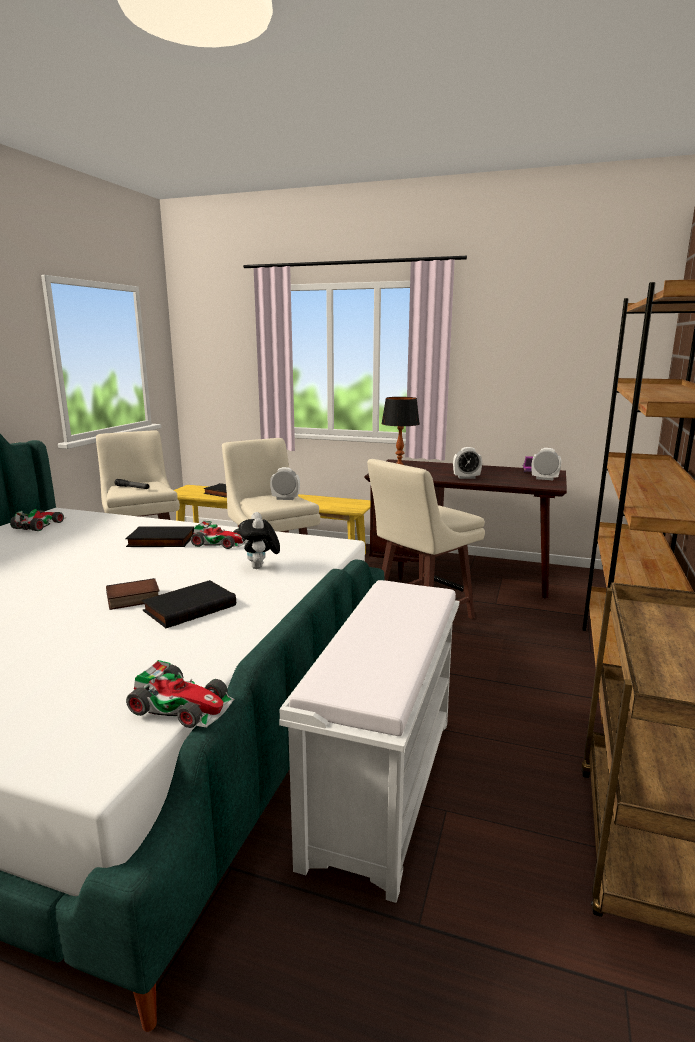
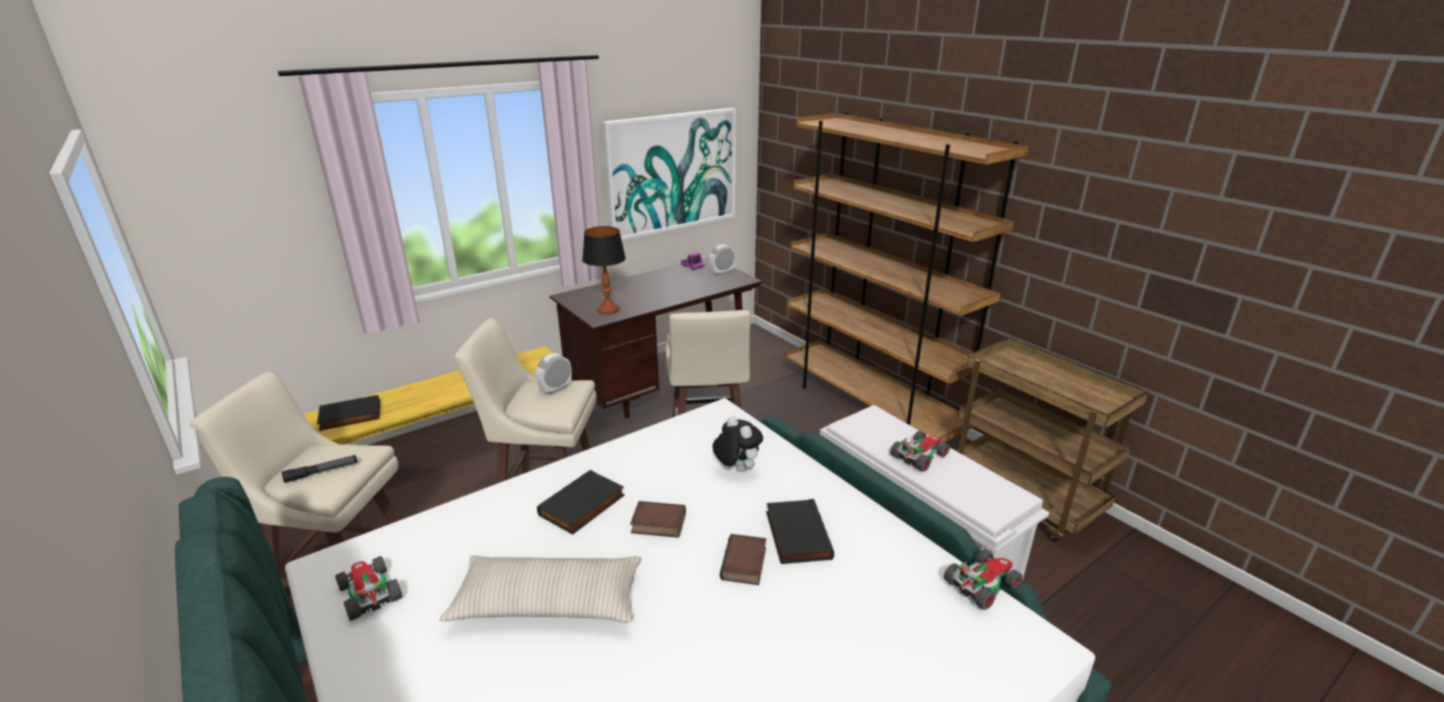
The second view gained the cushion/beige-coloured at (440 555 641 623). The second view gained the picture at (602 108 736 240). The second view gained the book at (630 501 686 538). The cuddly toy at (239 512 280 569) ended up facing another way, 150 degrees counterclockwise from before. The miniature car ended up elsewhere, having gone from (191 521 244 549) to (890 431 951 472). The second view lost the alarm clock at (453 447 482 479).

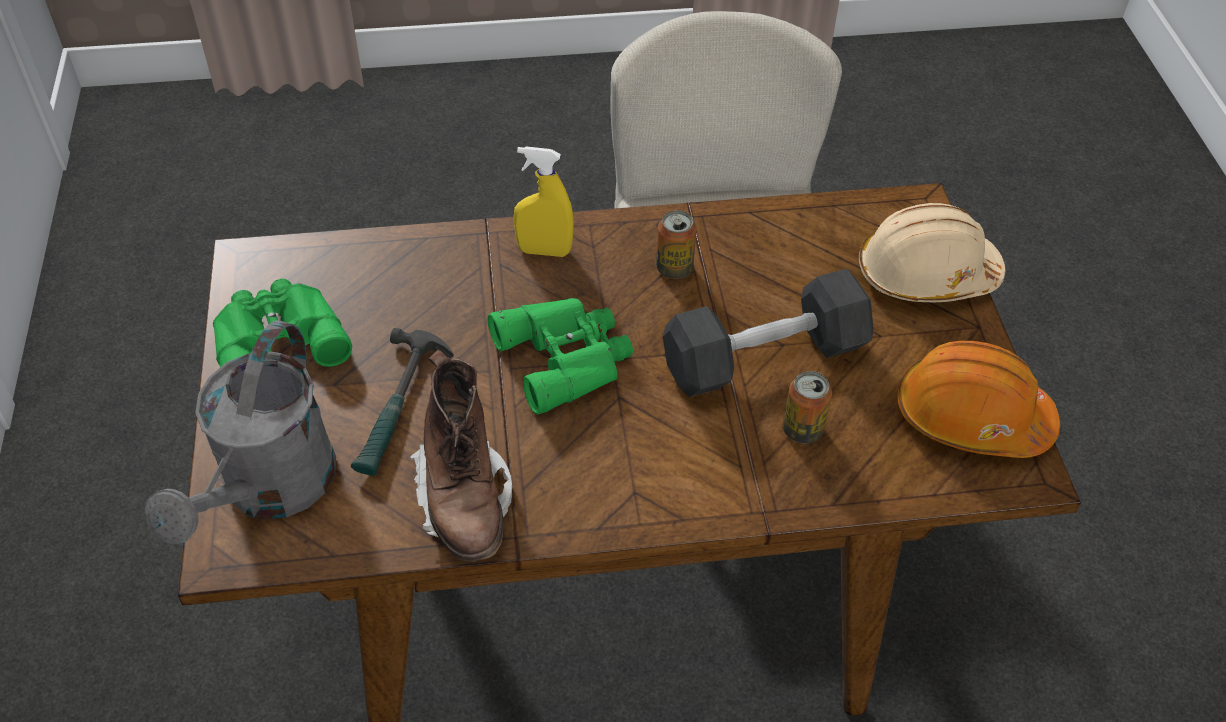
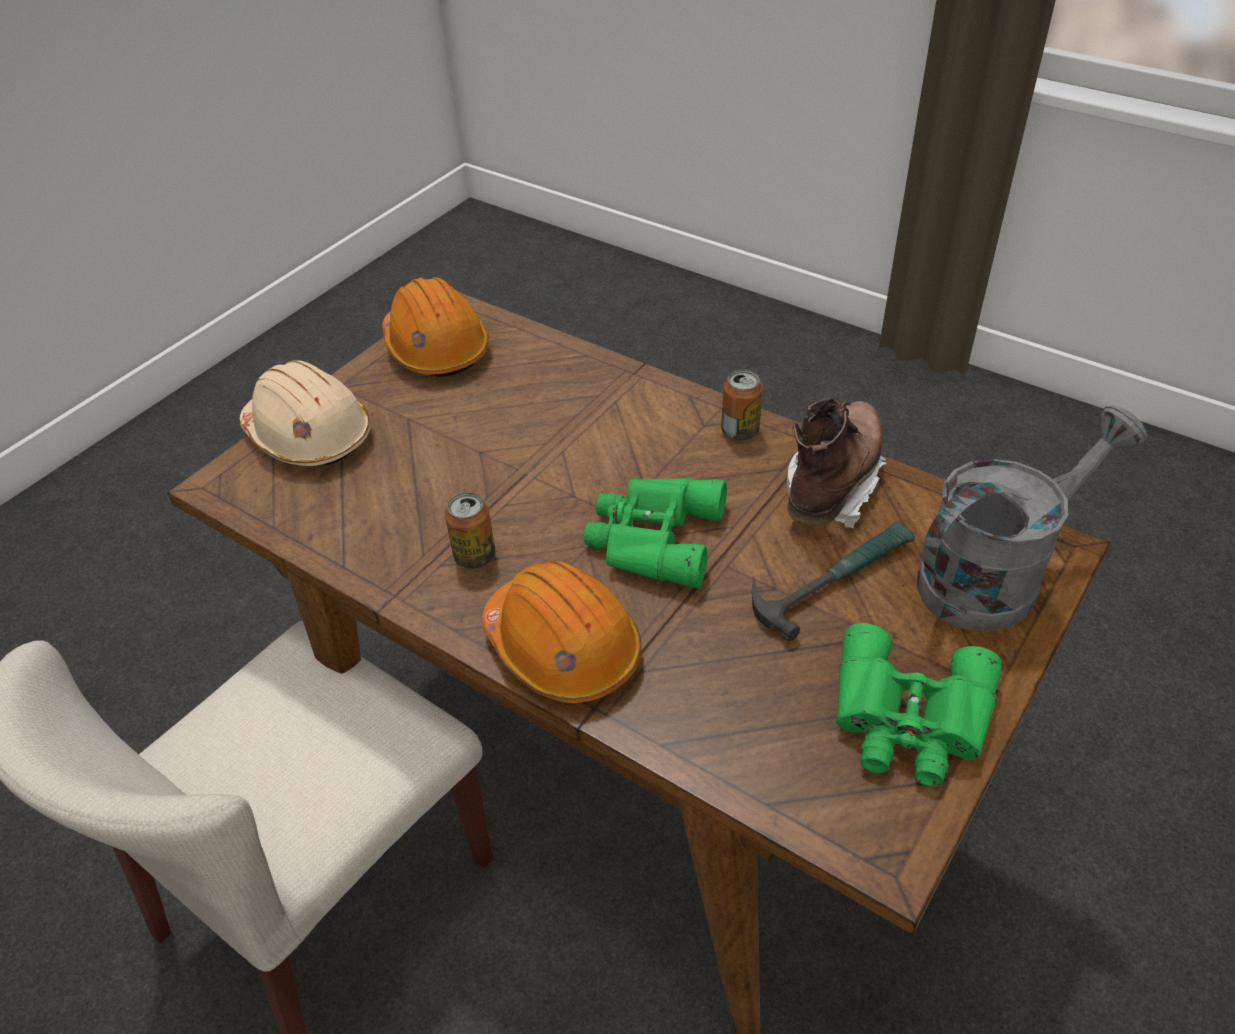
Where the hand sprayer/yellow-coloured stood at (513 146 573 257), the work helmet/orangey came to stand at (482 561 642 703). The can ended up elsewhere, having gone from (783 371 832 443) to (721 369 763 440). The second view lost the dumbbell/gray at (663 269 873 397).

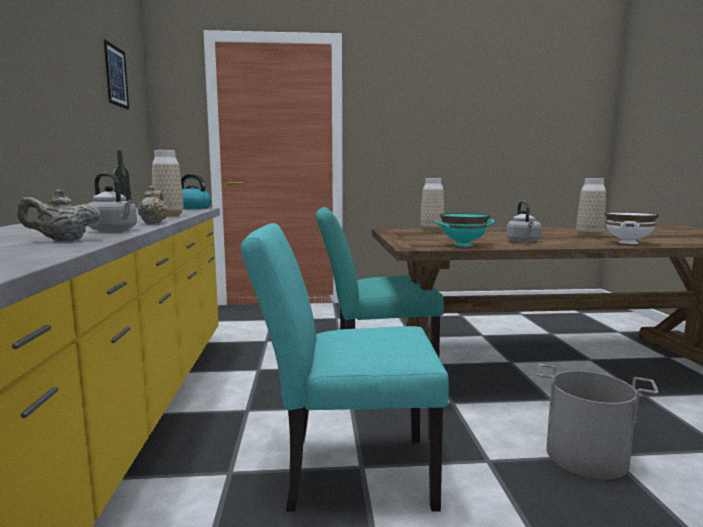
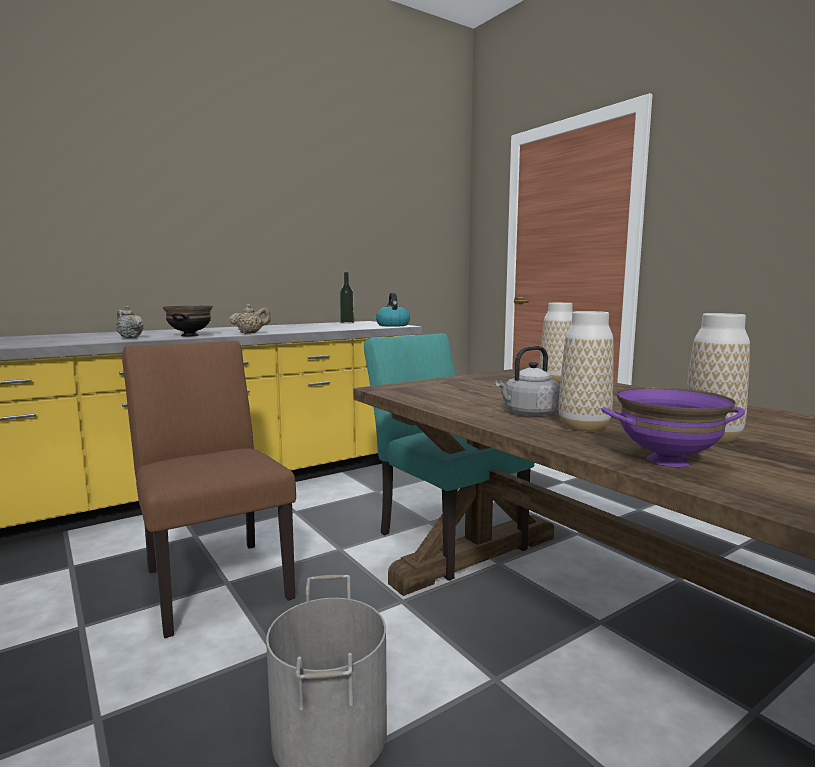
What was the chair/turquoise-coloured at (241 223 449 512) turned into the chair/brown-coloured at (122 341 296 638). Where the water kettle/gray stood at (88 173 137 232), the serving bowl/blackish came to stand at (163 306 213 336). The decorative vase ended up elsewhere, having gone from (152 150 183 217) to (559 311 614 432). What was the serving bowl/white-coloured at (605 212 659 244) turned into the serving bowl/purple-coloured at (601 387 745 467). The second view lost the picture at (104 39 129 109). The second view lost the serving bowl/turquoise-coloured at (434 213 495 247).

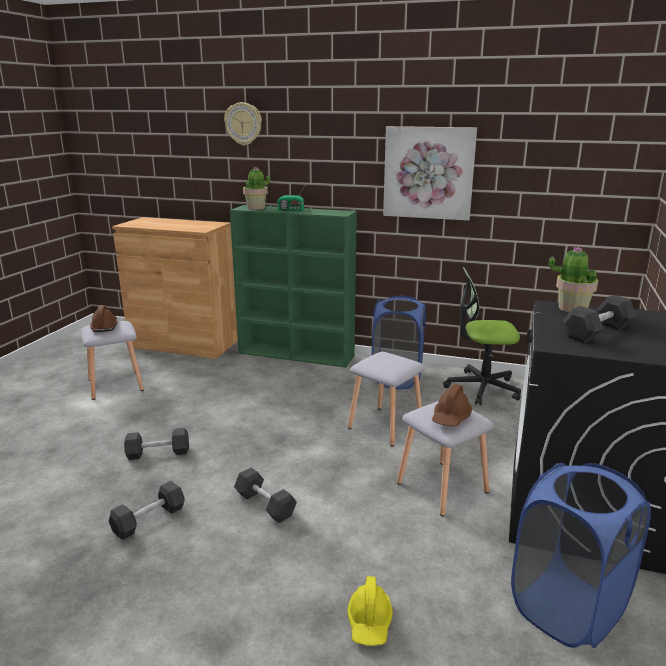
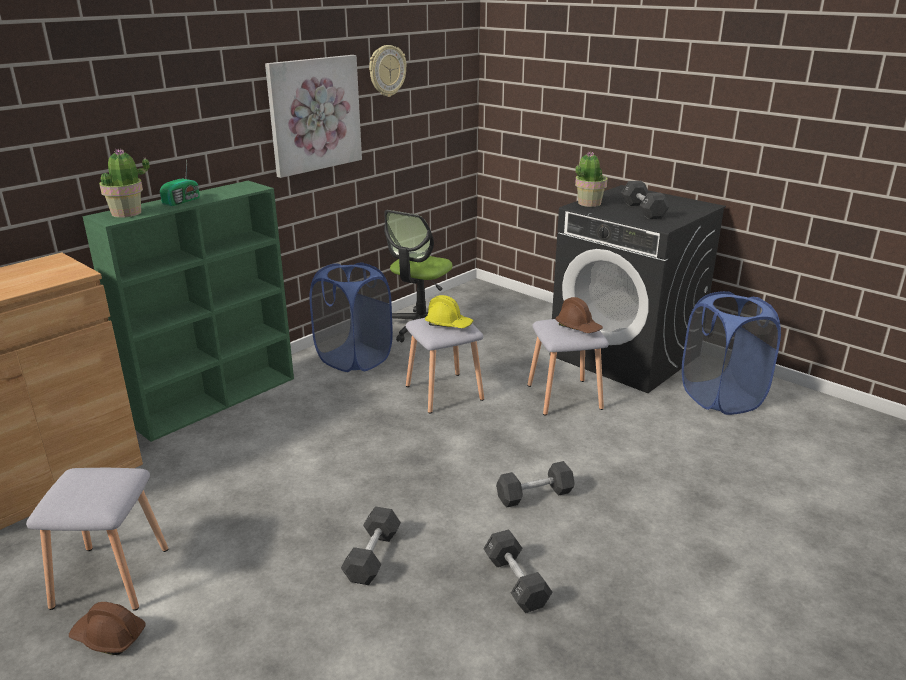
The work helmet/brown-coloured ended up elsewhere, having gone from (90 305 118 332) to (69 602 146 655). The clock on the wall ended up elsewhere, having gone from (224 102 262 146) to (369 45 406 97). The work helmet/yellow-coloured ended up elsewhere, having gone from (347 576 393 646) to (425 295 473 328).

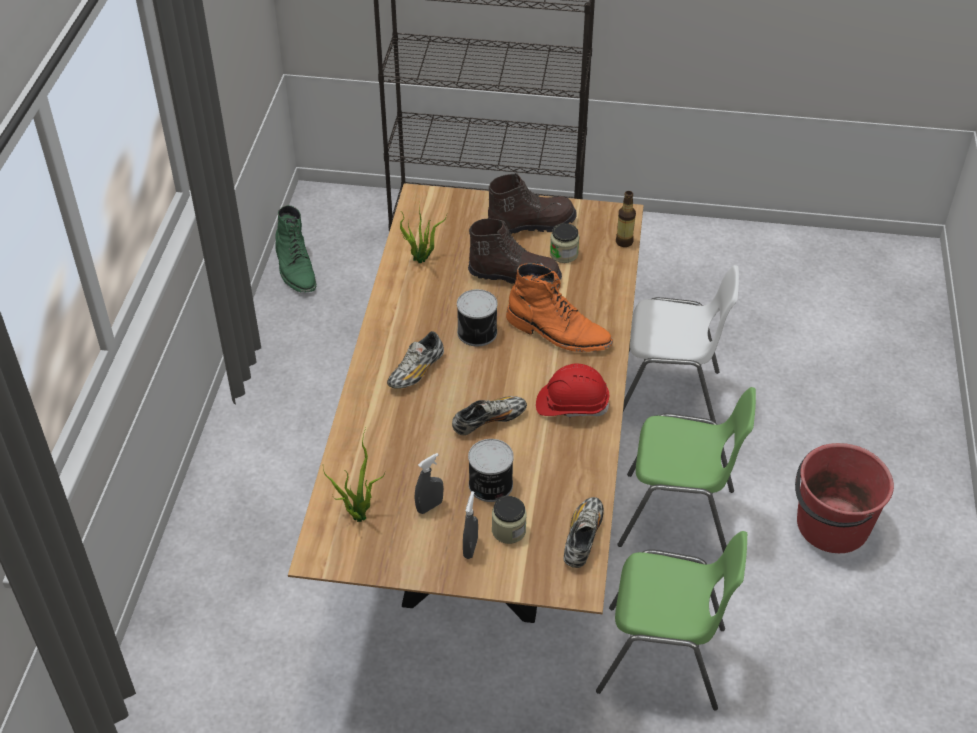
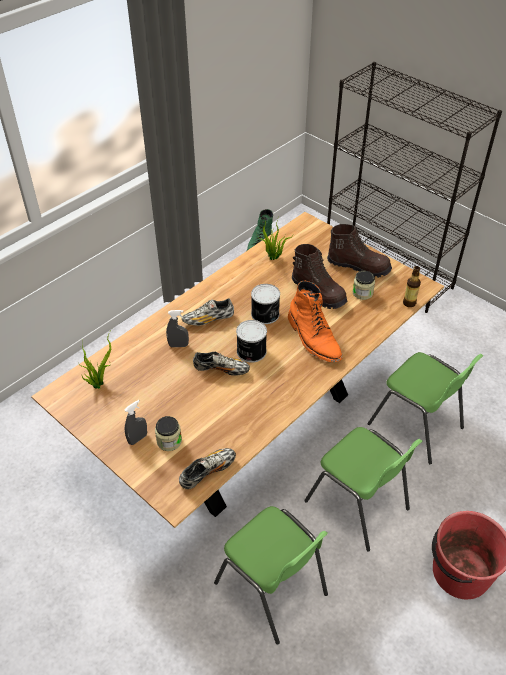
The hand sprayer/gray ended up elsewhere, having gone from (415 453 444 514) to (166 310 189 347). The can ended up elsewhere, having gone from (468 439 514 502) to (236 320 267 363). What was the chair/white-coloured at (623 265 739 422) turned into the chair/green at (368 352 483 464). The second view lost the work helmet/reddish at (536 364 609 417).

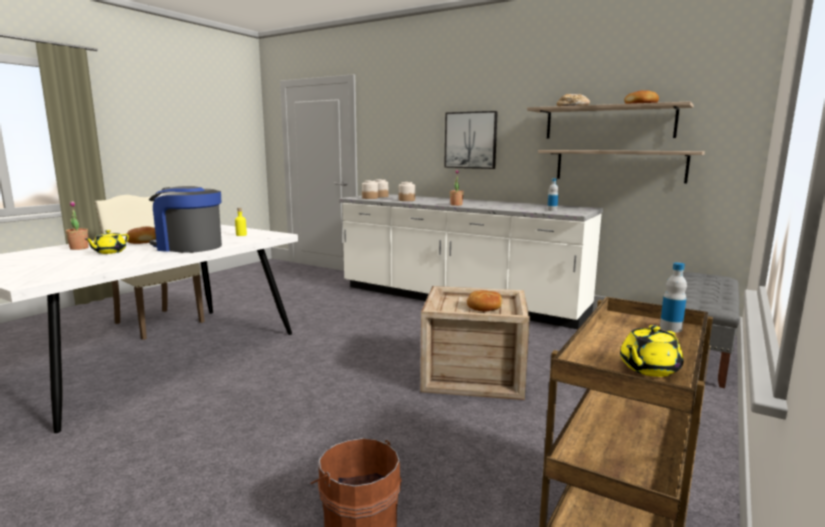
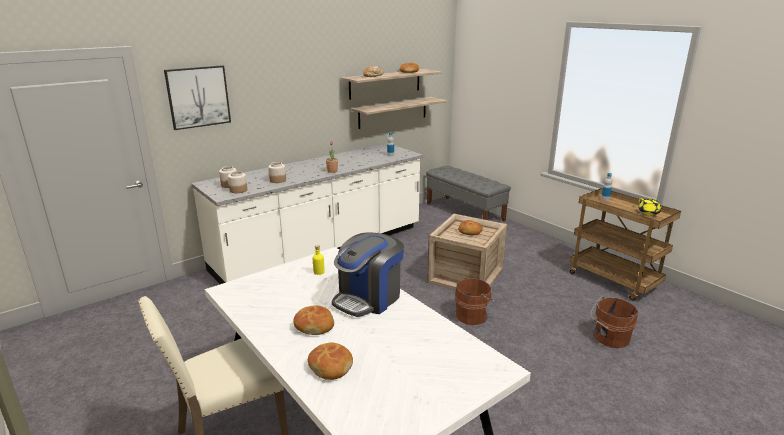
The picture ended up elsewhere, having gone from (444 111 498 169) to (164 65 231 130). Where the plant in a pot stood at (66 201 89 250), the baked bread came to stand at (308 343 353 380). The second view gained the water bucket/brown-coloured at (455 277 495 325). The second view lost the pot for tea/yellow-coloured at (85 230 129 254).

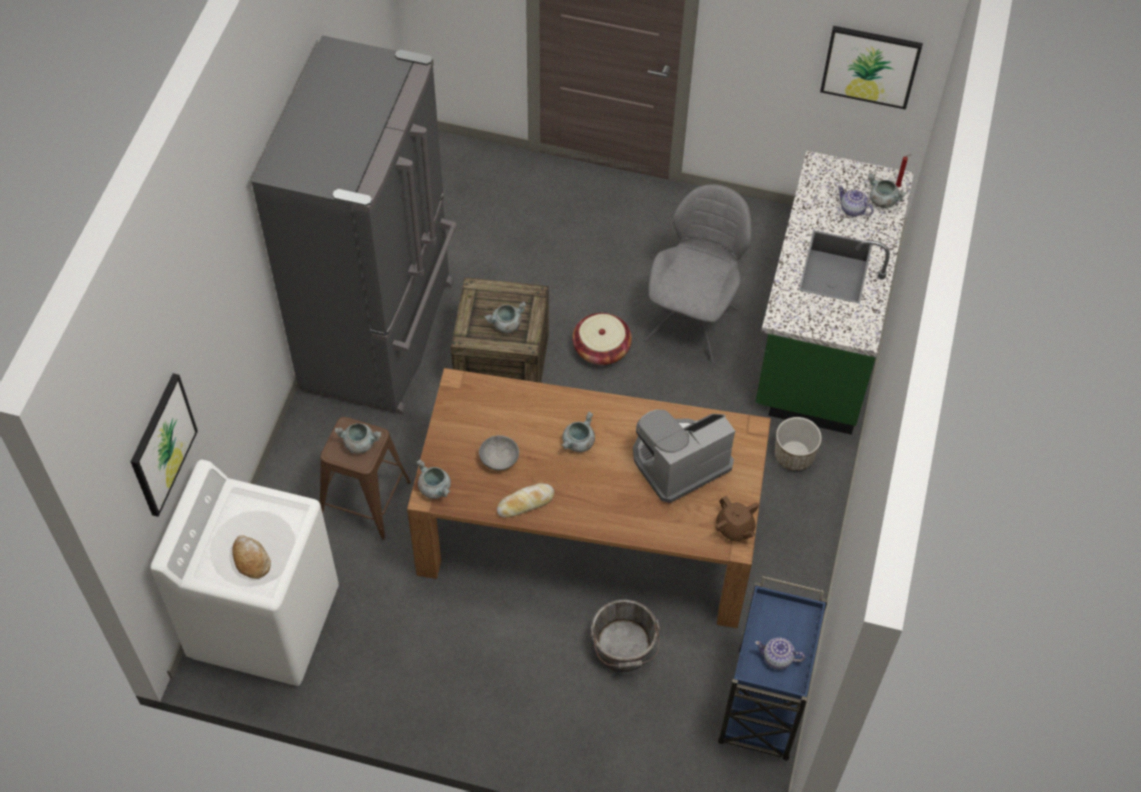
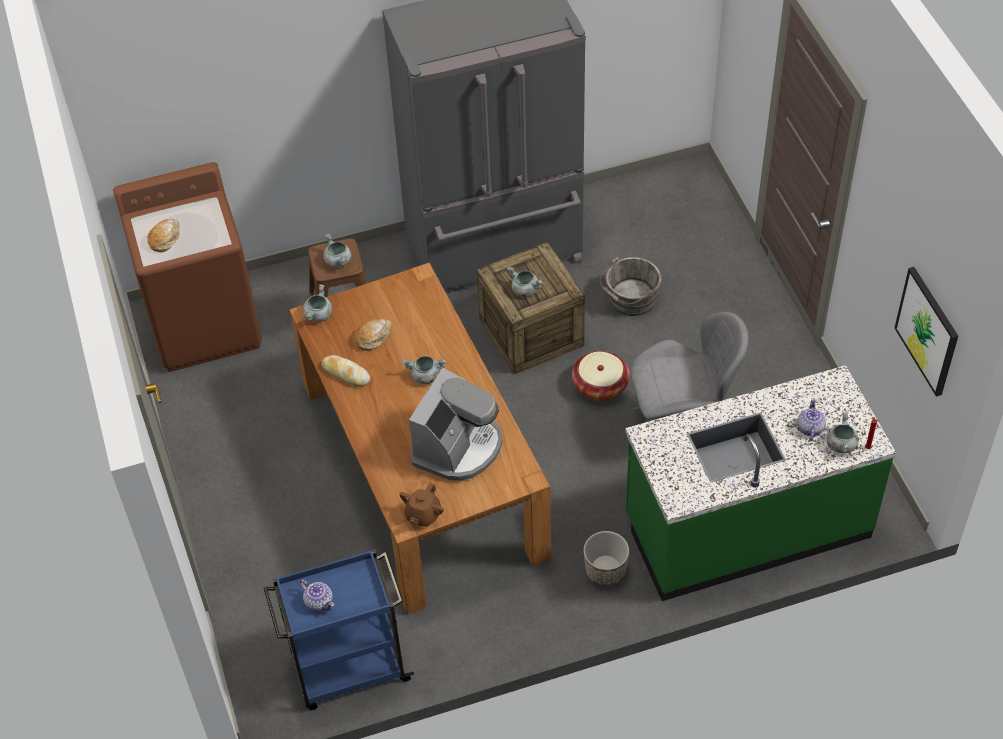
What was the washing machine/white-coloured at (150 460 339 686) turned into the washing machine/brown-coloured at (113 162 262 372). The pot for tea at (755 637 805 670) ended up facing another way, 150 degrees clockwise from before. Where the serving bowl/gray stood at (479 435 519 471), the baked bread came to stand at (354 318 392 351). The coffee maker at (633 410 735 503) ended up facing another way, 90 degrees clockwise from before. The water bucket/gray ended up elsewhere, having gone from (590 599 660 672) to (599 257 662 316). The second view lost the picture at (131 373 198 517).

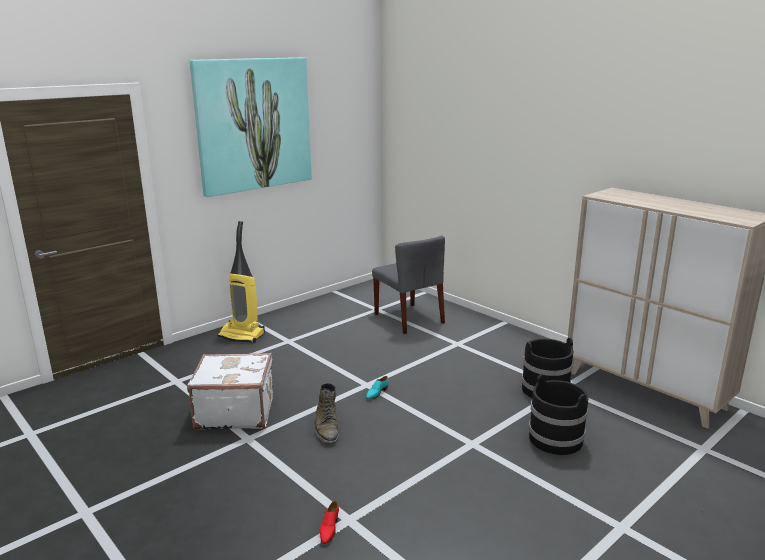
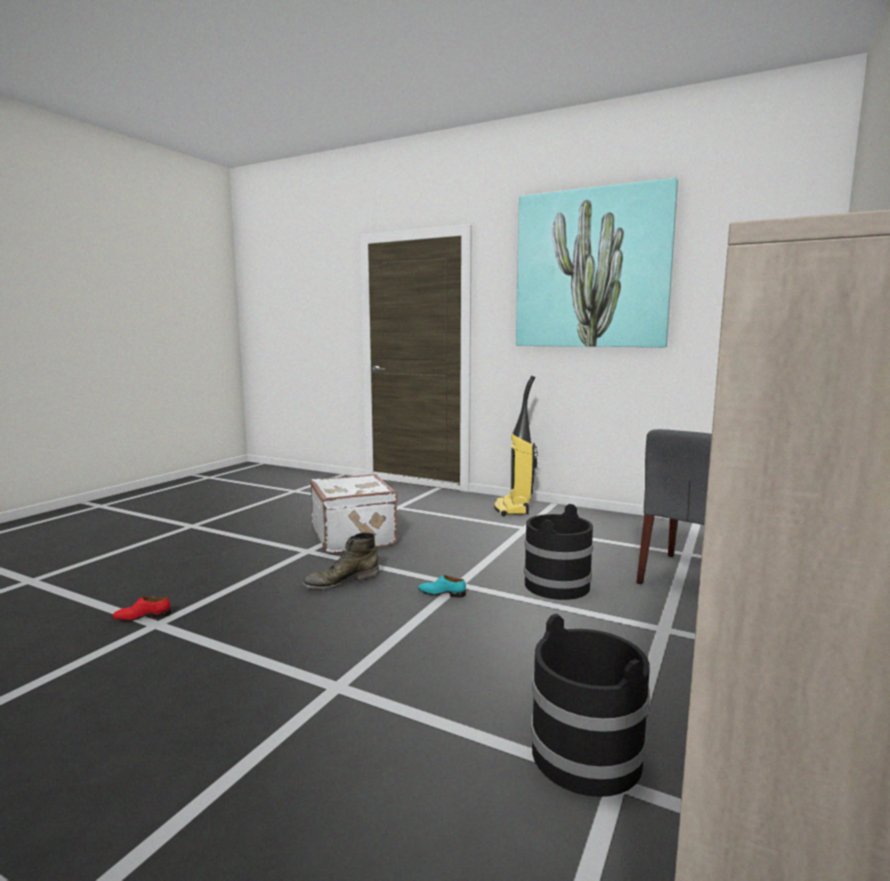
The water bucket/blackish ended up elsewhere, having gone from (529 374 589 455) to (524 504 593 600).

